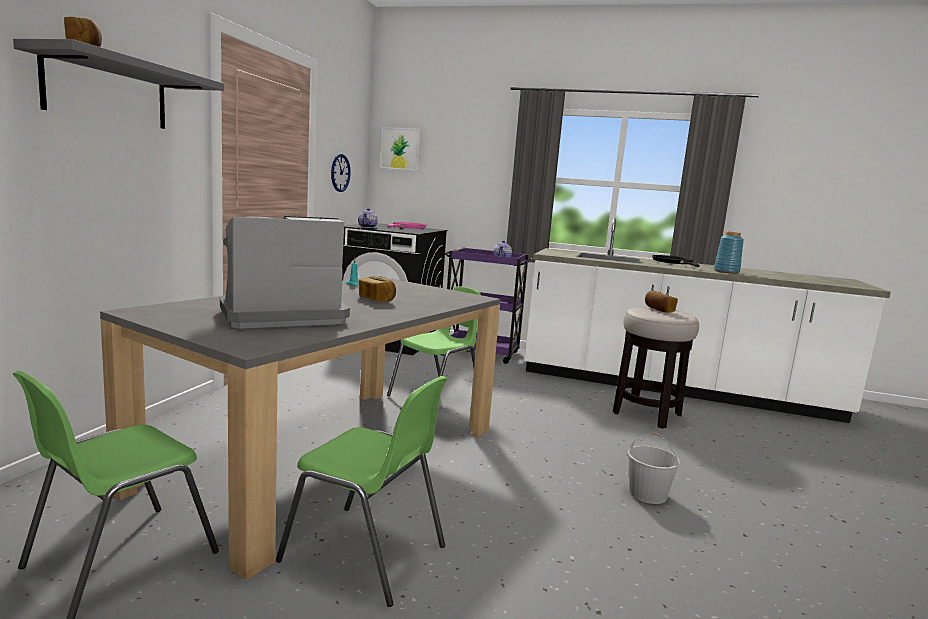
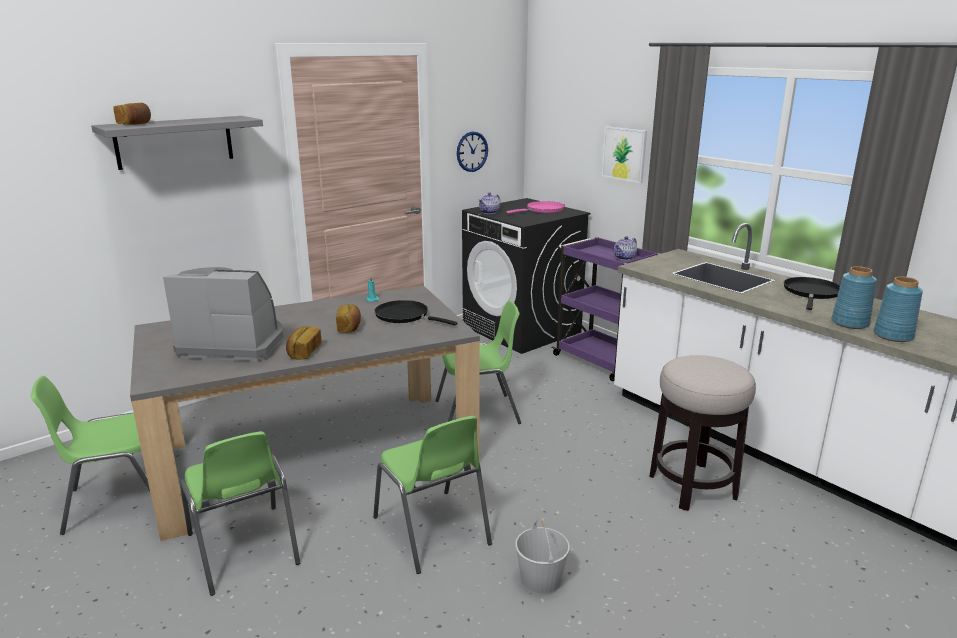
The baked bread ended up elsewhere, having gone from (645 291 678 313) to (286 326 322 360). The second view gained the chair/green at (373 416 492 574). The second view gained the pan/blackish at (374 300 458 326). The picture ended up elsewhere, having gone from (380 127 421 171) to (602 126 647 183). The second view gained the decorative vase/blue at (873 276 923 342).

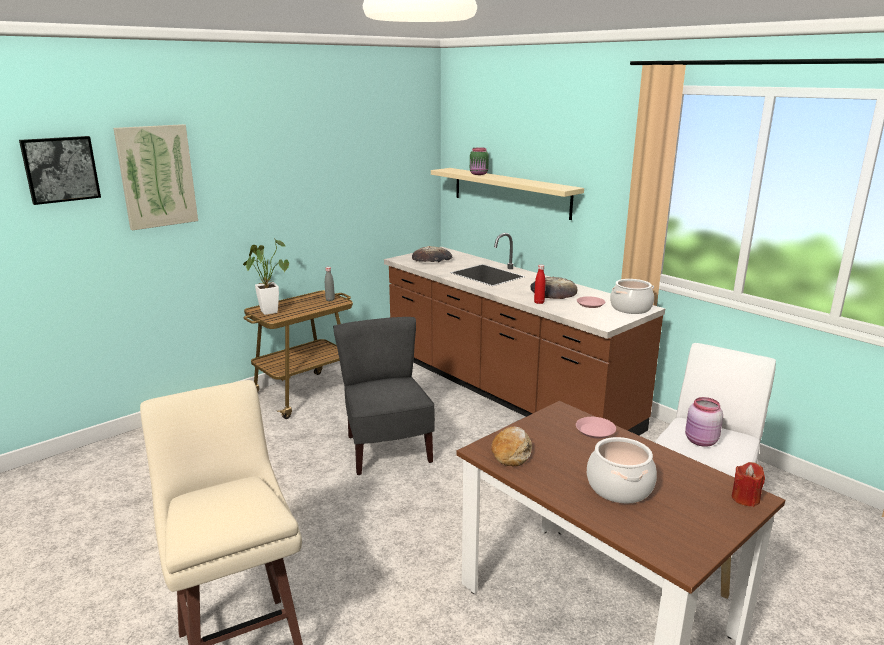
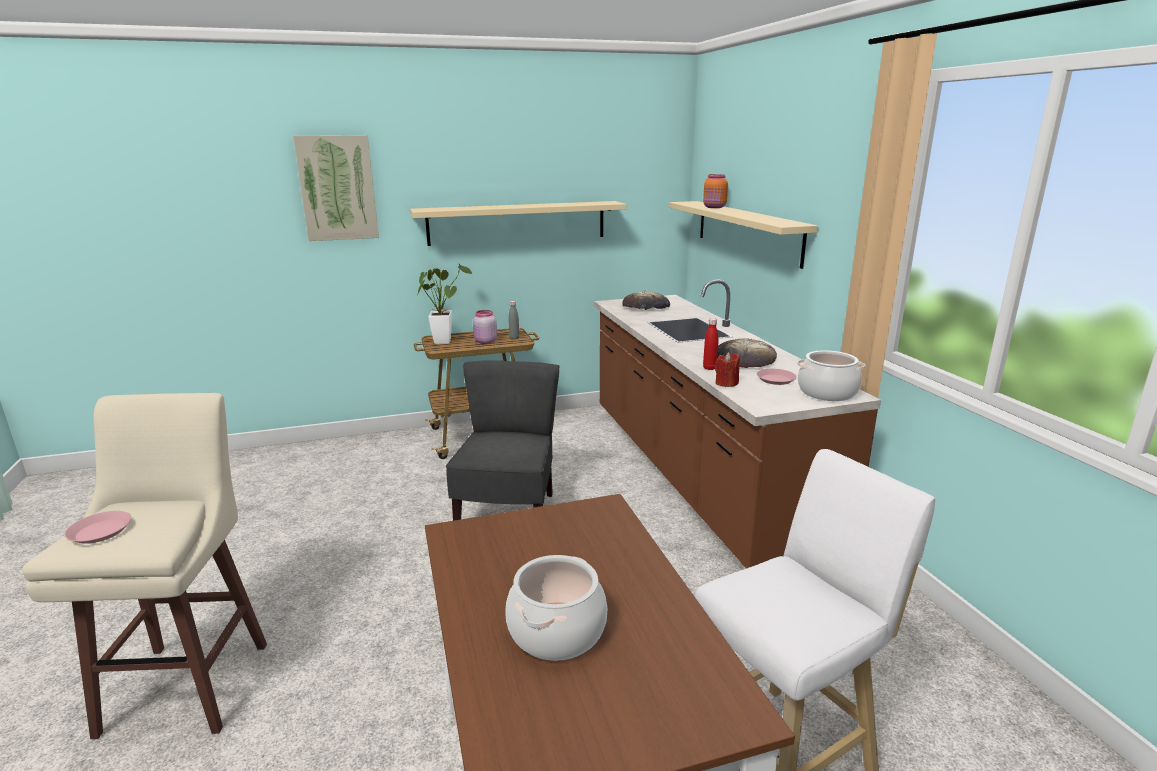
The dinner plate/pinkish ended up elsewhere, having gone from (576 417 616 438) to (65 511 131 544). The second view gained the wall shelf/beige-coloured at (410 201 626 246). The storage jar/pinkish ended up elsewhere, having gone from (685 397 723 447) to (473 310 497 344). What was the storage jar/green at (470 147 489 175) turned into the storage jar/orangey at (703 174 728 208). The wax candle/reddish ended up elsewhere, having gone from (732 462 765 507) to (715 352 740 387). The second view lost the picture at (19 136 101 205). The second view lost the baked bread at (491 426 532 467).

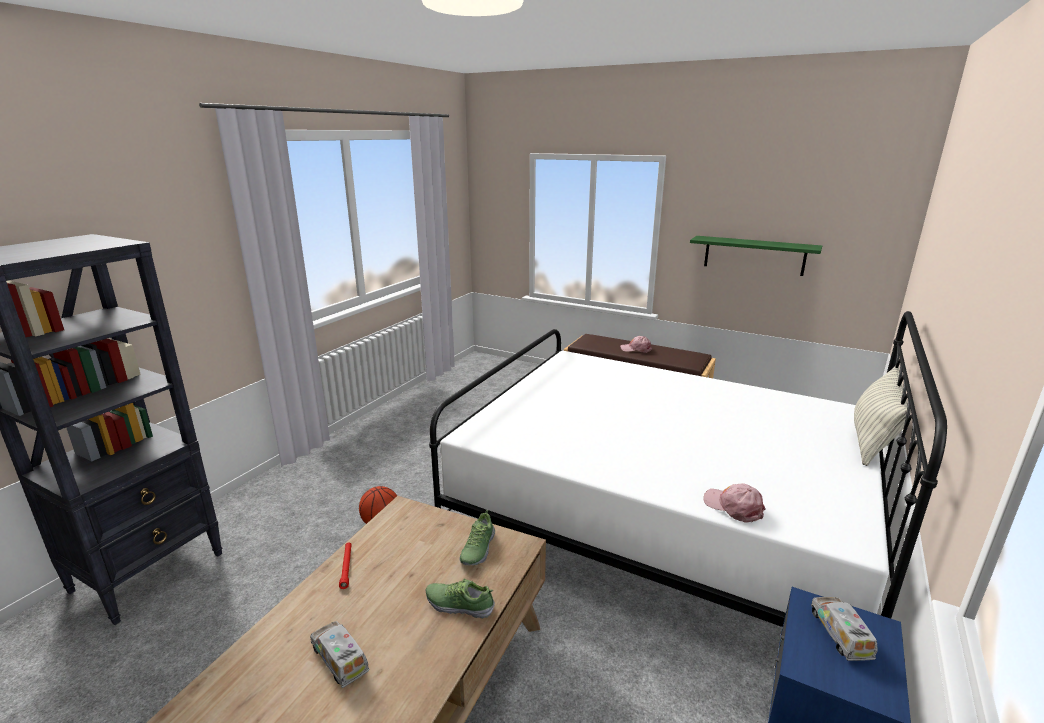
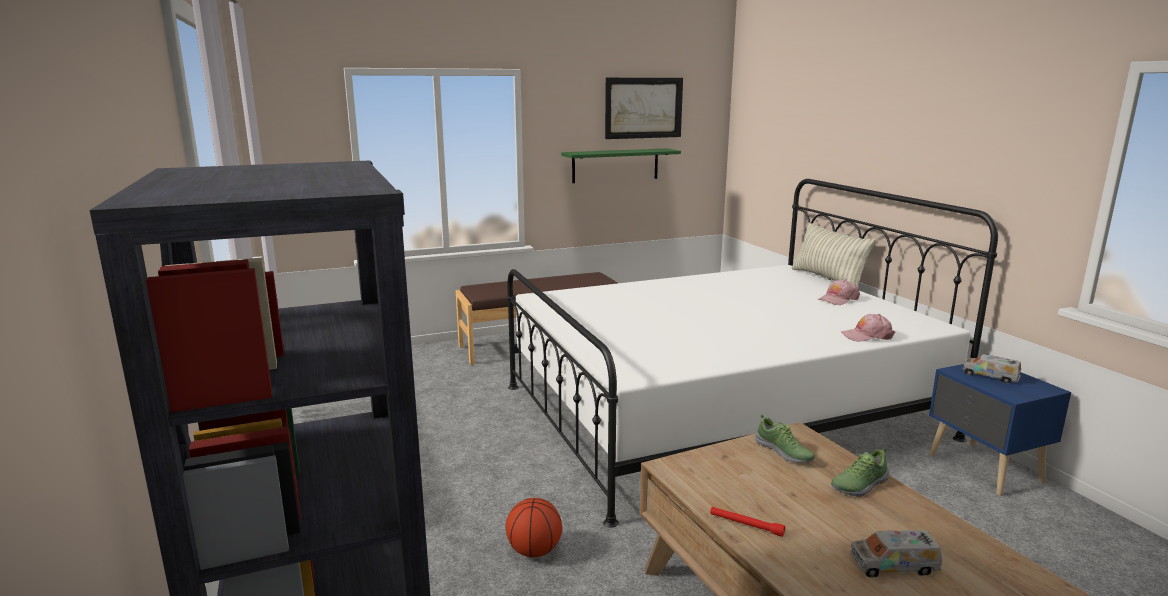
The second view gained the picture at (605 78 683 139). The baseball cap/pinkish ended up elsewhere, having gone from (620 336 652 353) to (818 279 860 305).

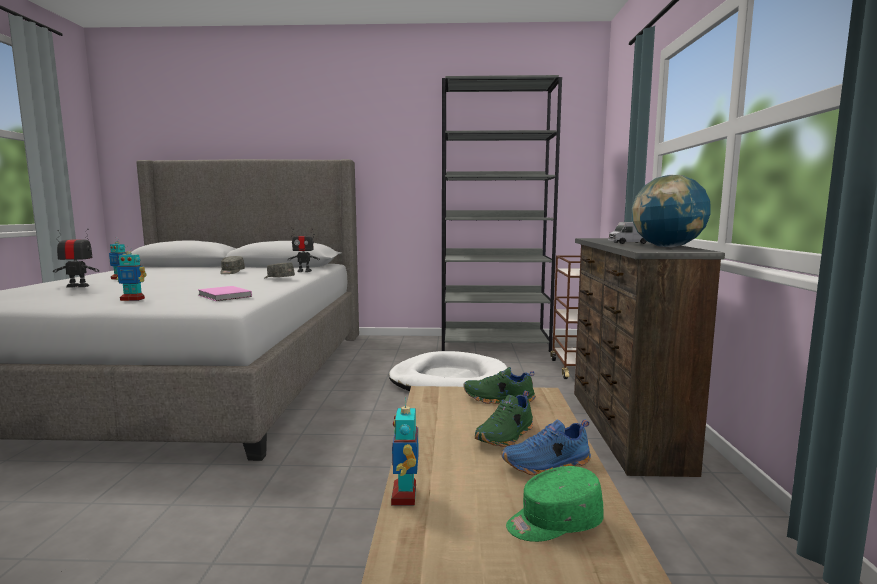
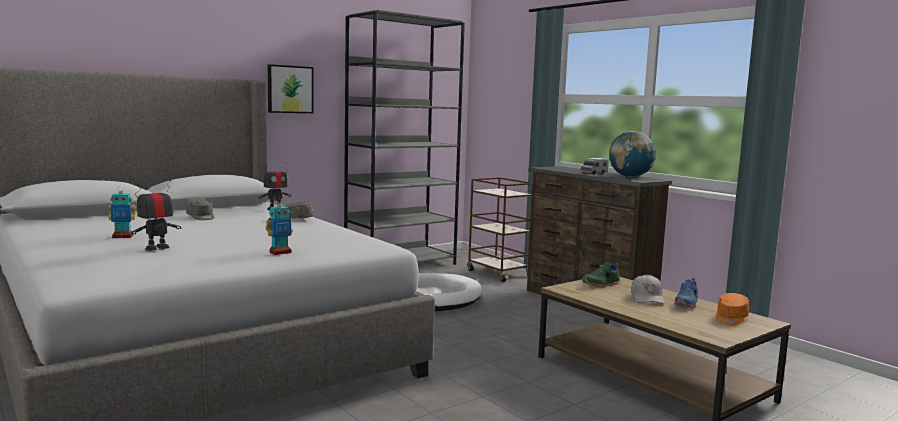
The second view gained the picture at (268 64 313 113). Where the shoe/green stood at (475 391 533 447), the baseball cap/white-coloured came to stand at (631 274 664 304). What was the baseball cap/green at (506 466 604 542) turned into the baseball cap/orangey at (716 293 749 325). The second view lost the book/pinkish at (198 286 252 301). The second view lost the model robot at (391 397 418 505).

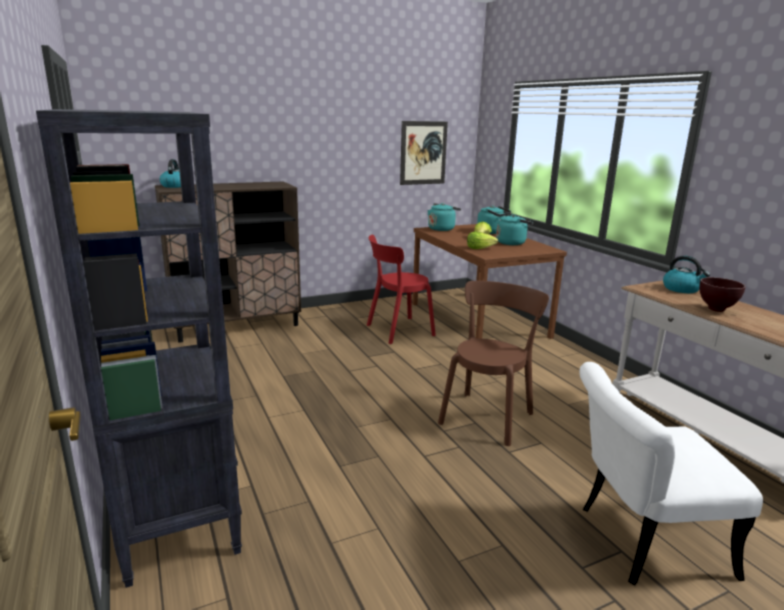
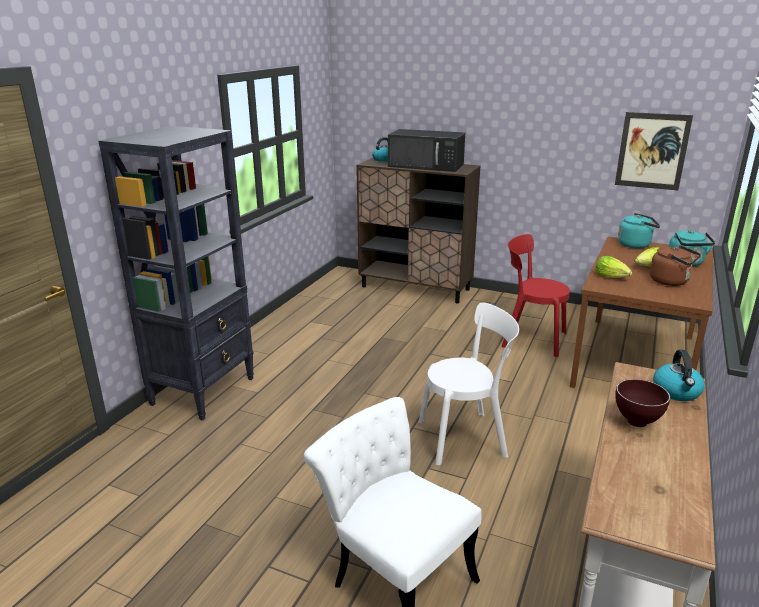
The second view gained the kitchen microwave/blackish at (388 129 465 172). What was the chair/brown-coloured at (438 281 549 446) turned into the chair/white-coloured at (419 303 519 465). What was the water kettle/turquoise-coloured at (496 214 534 245) turned into the water kettle/brown-coloured at (650 245 701 286).

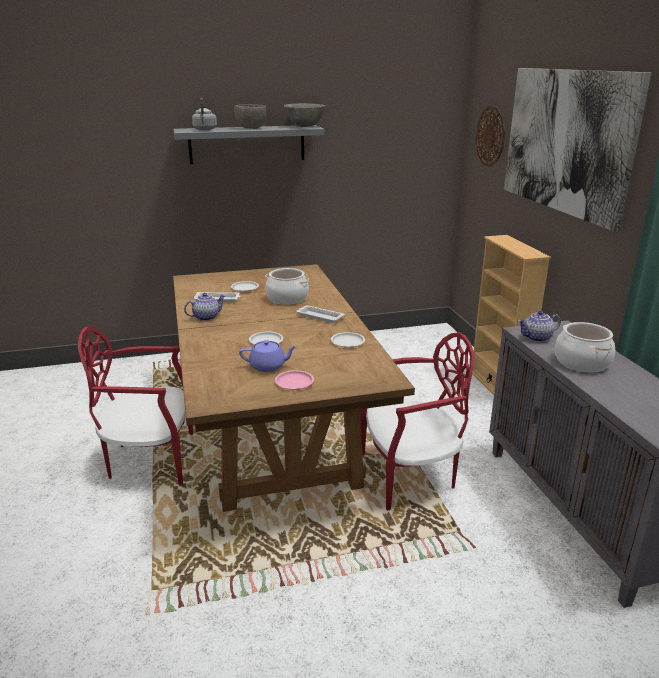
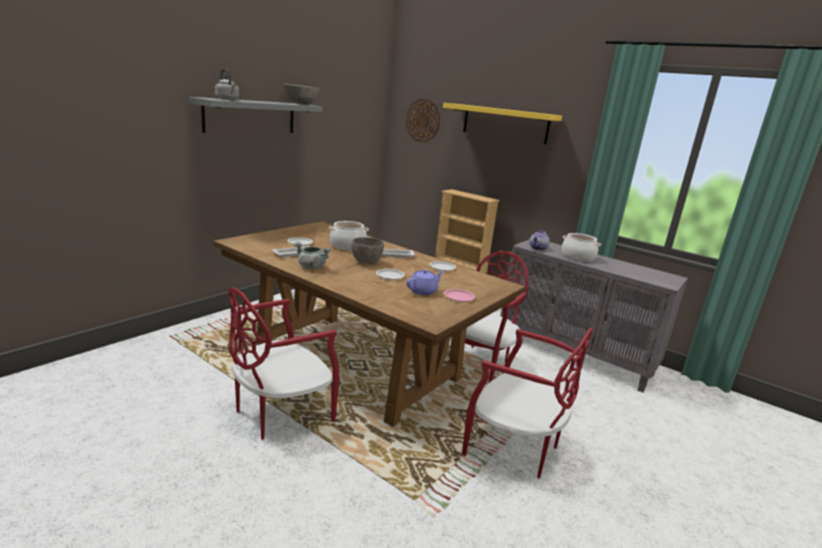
Where the pot for tea stood at (184 293 226 321), the cooking pot/gray came to stand at (294 242 331 269). The serving bowl/gray ended up elsewhere, having gone from (234 104 266 129) to (351 237 384 264). Where the picture hung at (504 68 652 232), the wall shelf/yellow-coloured came to hang at (443 103 562 144). The second view gained the chair/reddish at (462 328 593 478).

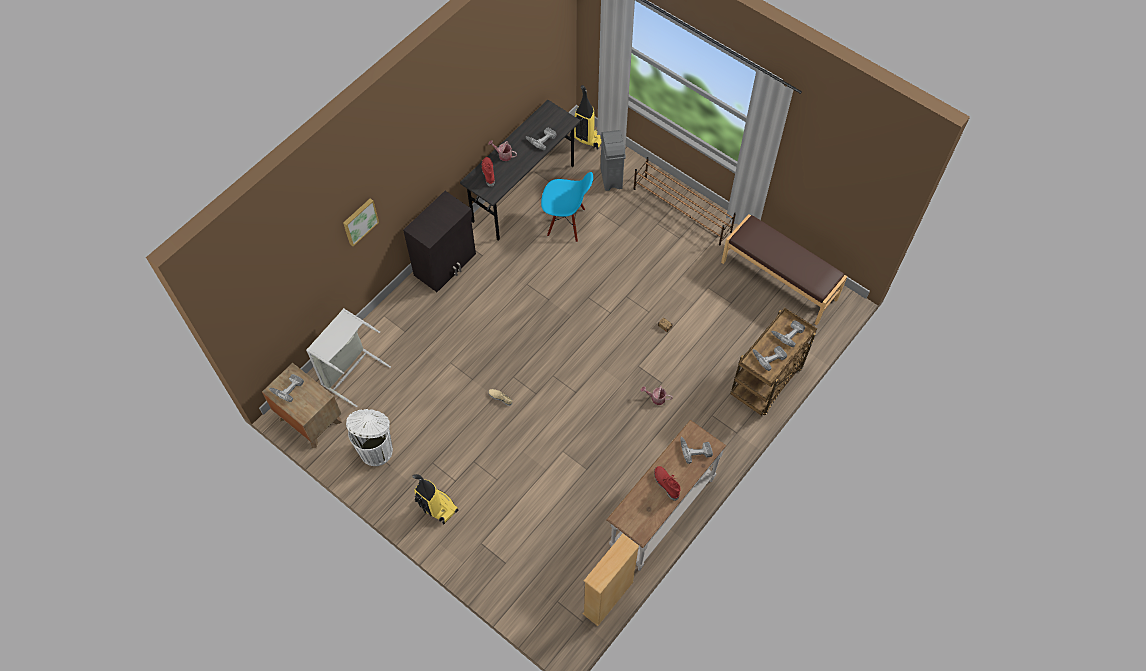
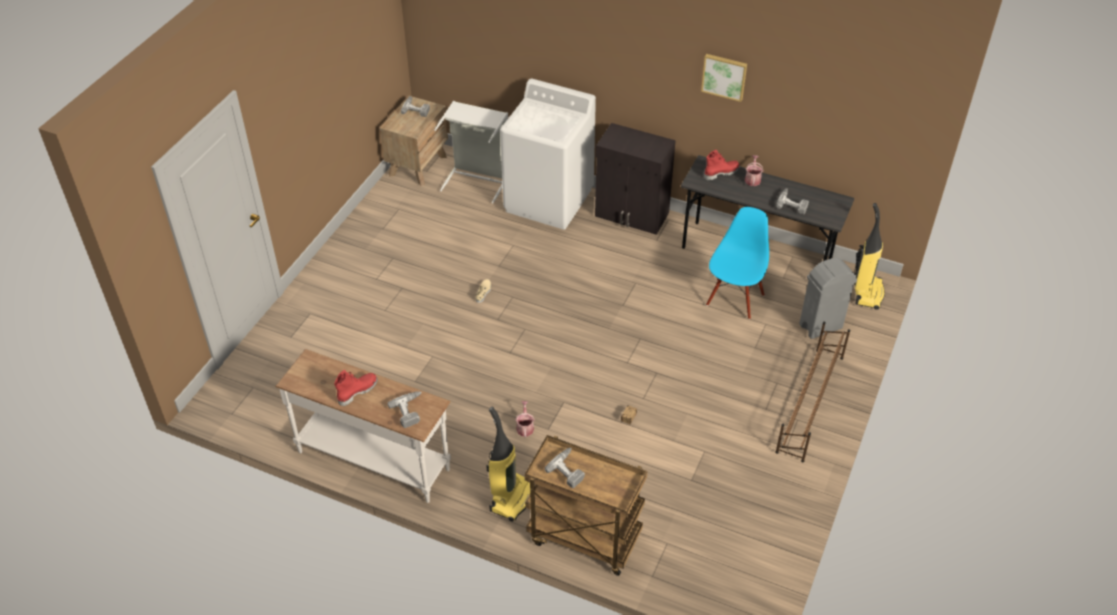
The hoover ended up elsewhere, having gone from (412 474 459 525) to (486 407 530 522). The second view gained the washing machine/white-coloured at (500 79 596 230). The picture ended up elsewhere, having gone from (343 198 379 246) to (701 54 747 102). The chair/blue at (541 172 593 242) ended up facing another way, 150 degrees counterclockwise from before. The second view lost the waste bin/white-coloured at (346 409 393 466). The second view lost the shelving unit/beige-coloured at (583 534 639 626). The second view lost the bench/brown-coloured at (721 214 847 325). The second view lost the power drill at (771 320 805 347).

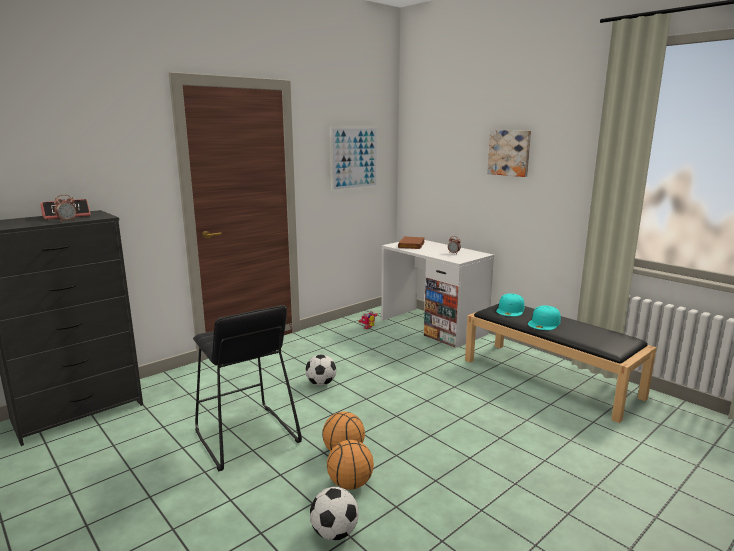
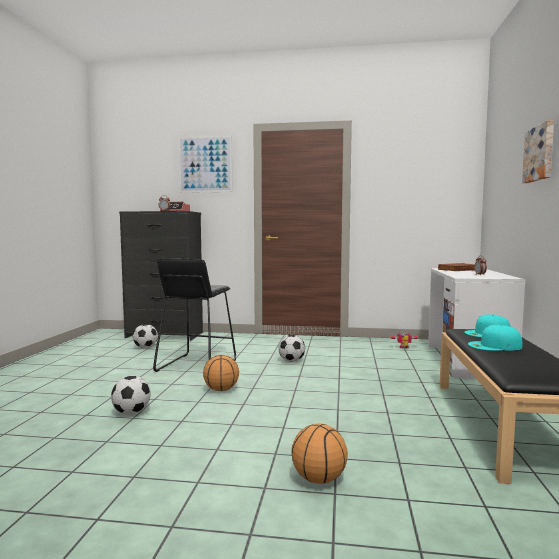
The second view gained the football ball at (133 324 158 348). The picture ended up elsewhere, having gone from (330 127 378 192) to (178 135 232 193). The basketball ended up elsewhere, having gone from (327 440 374 490) to (291 424 348 484).

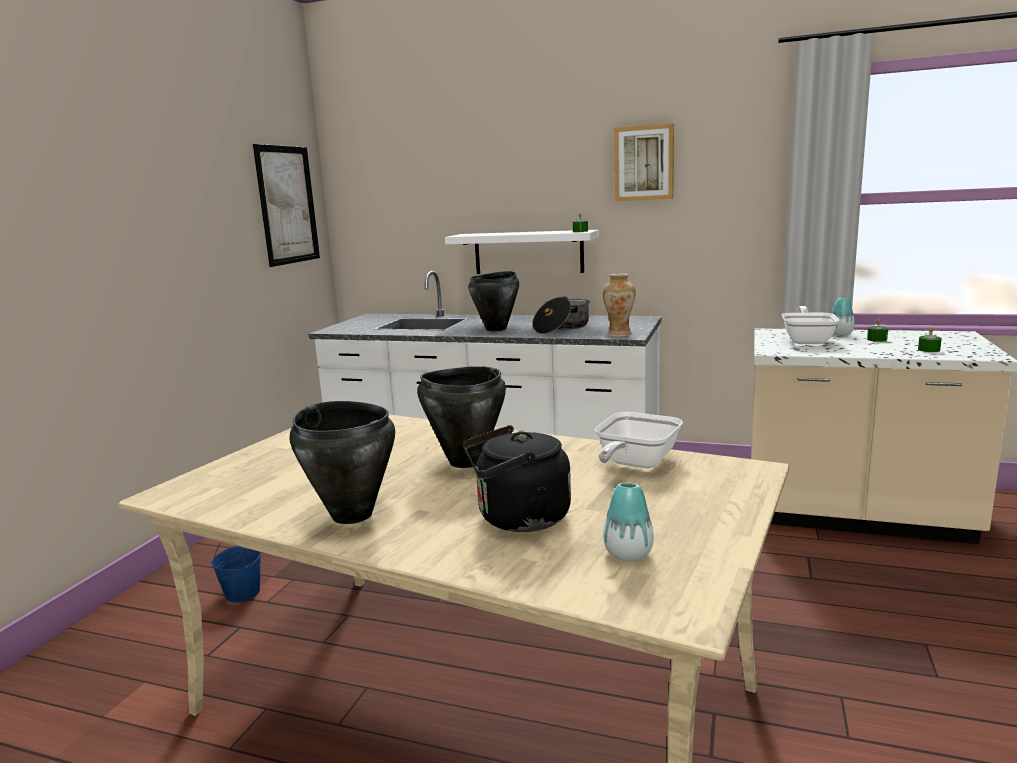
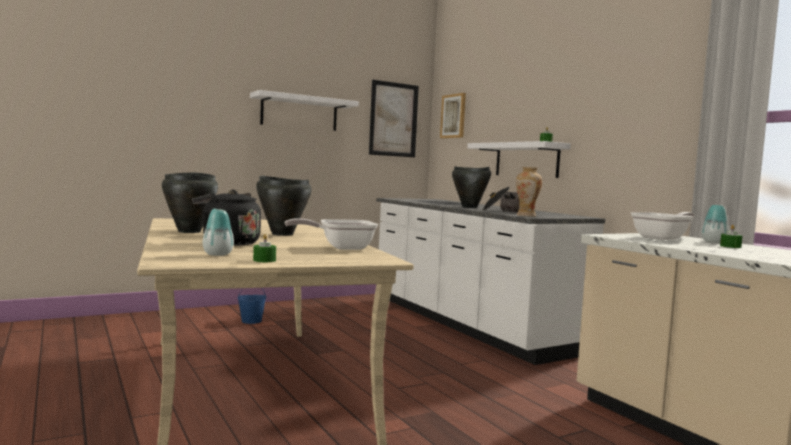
The second view gained the wall shelf/white-coloured at (250 90 359 131). The wax candle/green ended up elsewhere, having gone from (918 327 942 352) to (253 234 276 262). The picture ended up elsewhere, having gone from (614 123 674 201) to (440 93 466 138).

